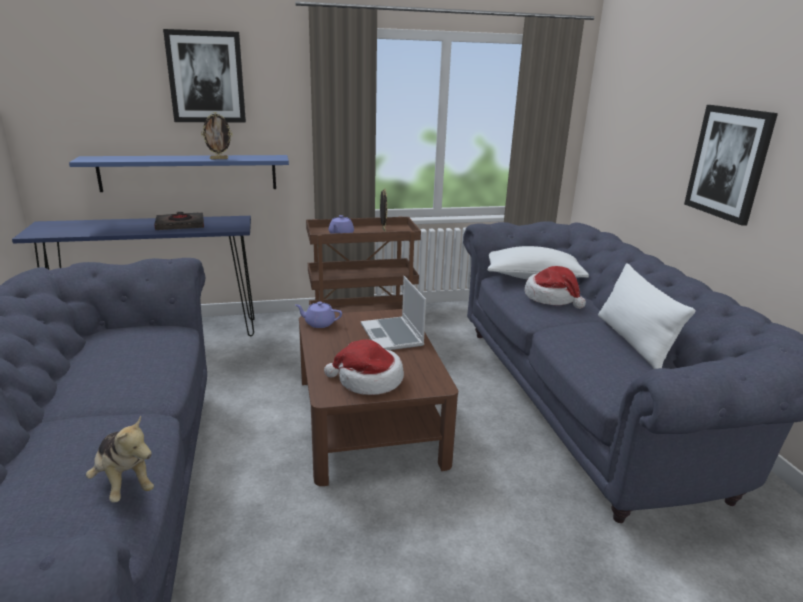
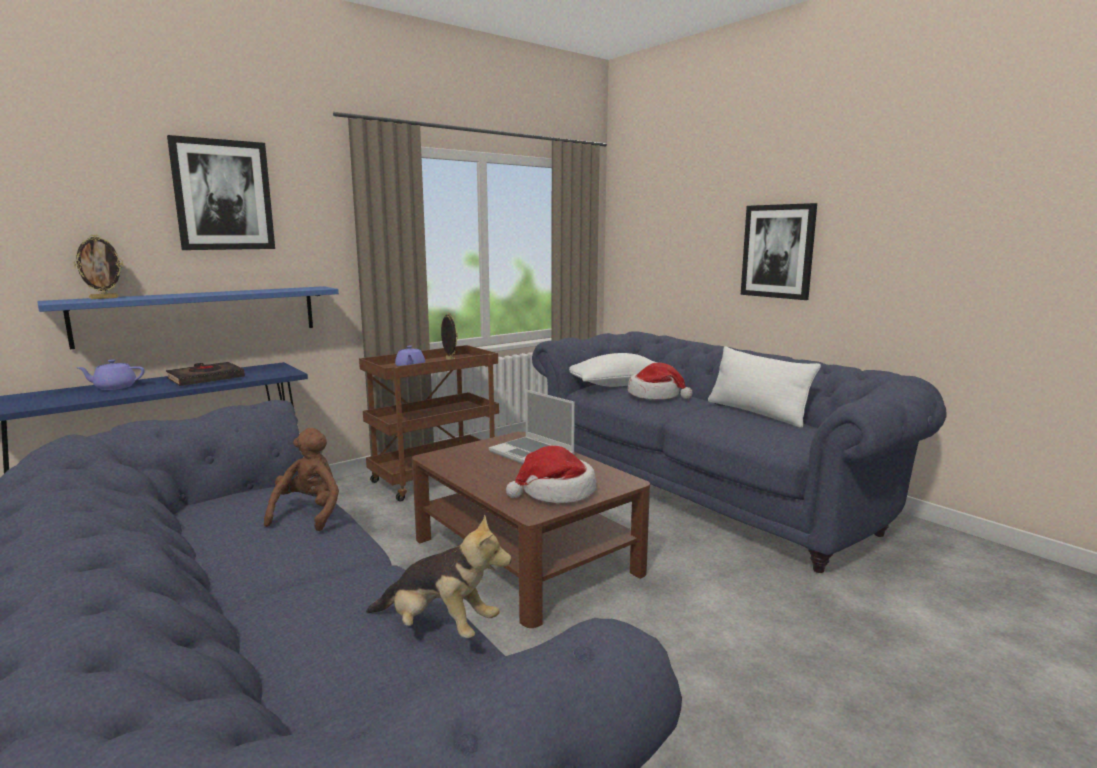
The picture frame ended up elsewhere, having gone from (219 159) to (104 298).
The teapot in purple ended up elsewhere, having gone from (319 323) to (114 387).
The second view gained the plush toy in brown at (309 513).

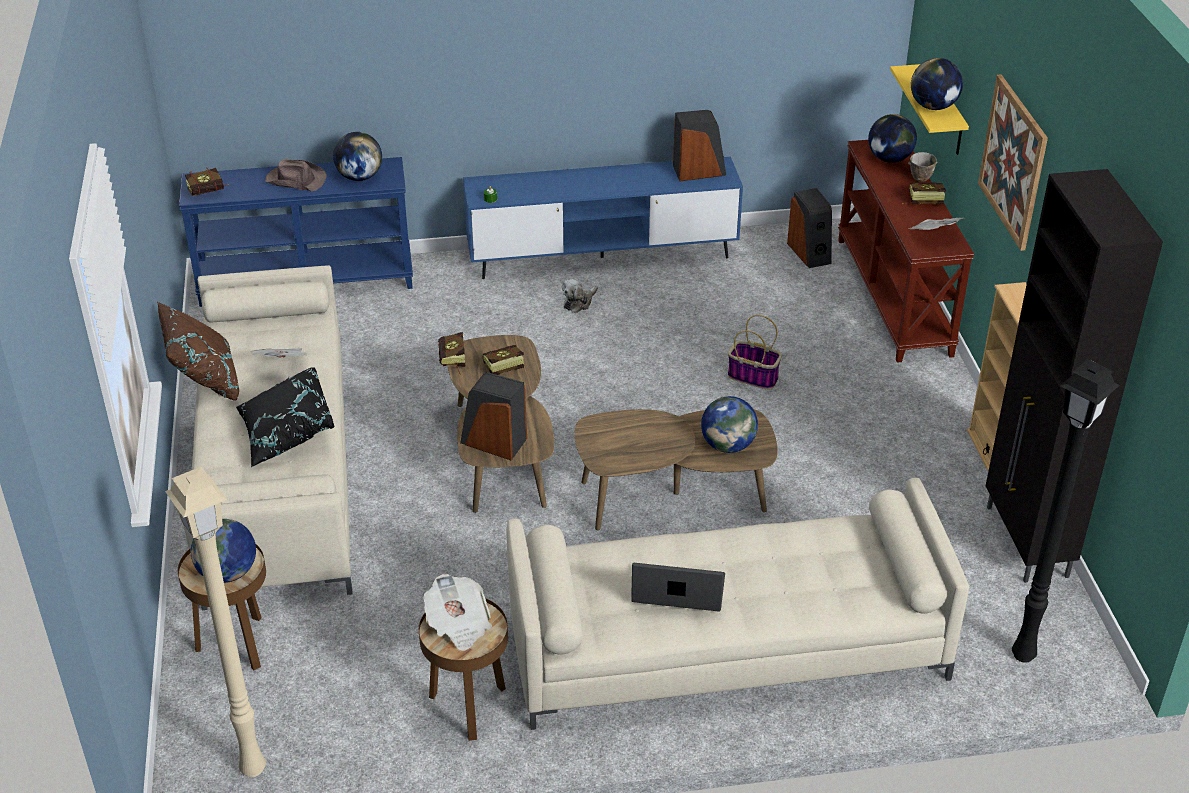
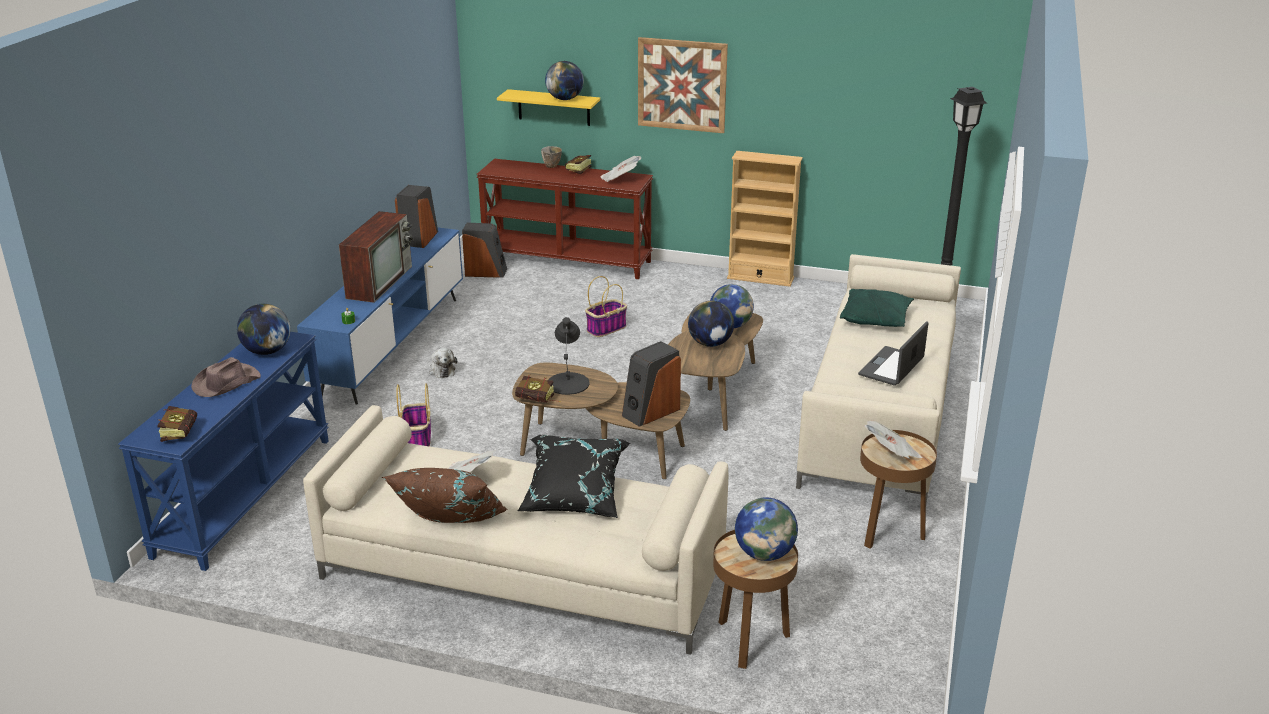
The second view gained the television at (379 281).
The second view gained the basket at (416 439).
Where the book stood at (499 369), the table lamp in black came to stand at (568 383).
The globe ended up elsewhere, having gone from (889 159) to (710 343).
The second view gained the pillow in green at (875 319).
The second view lost the floor lamp in beige at (250 768).
The second view lost the cabinet in black at (1026 542).

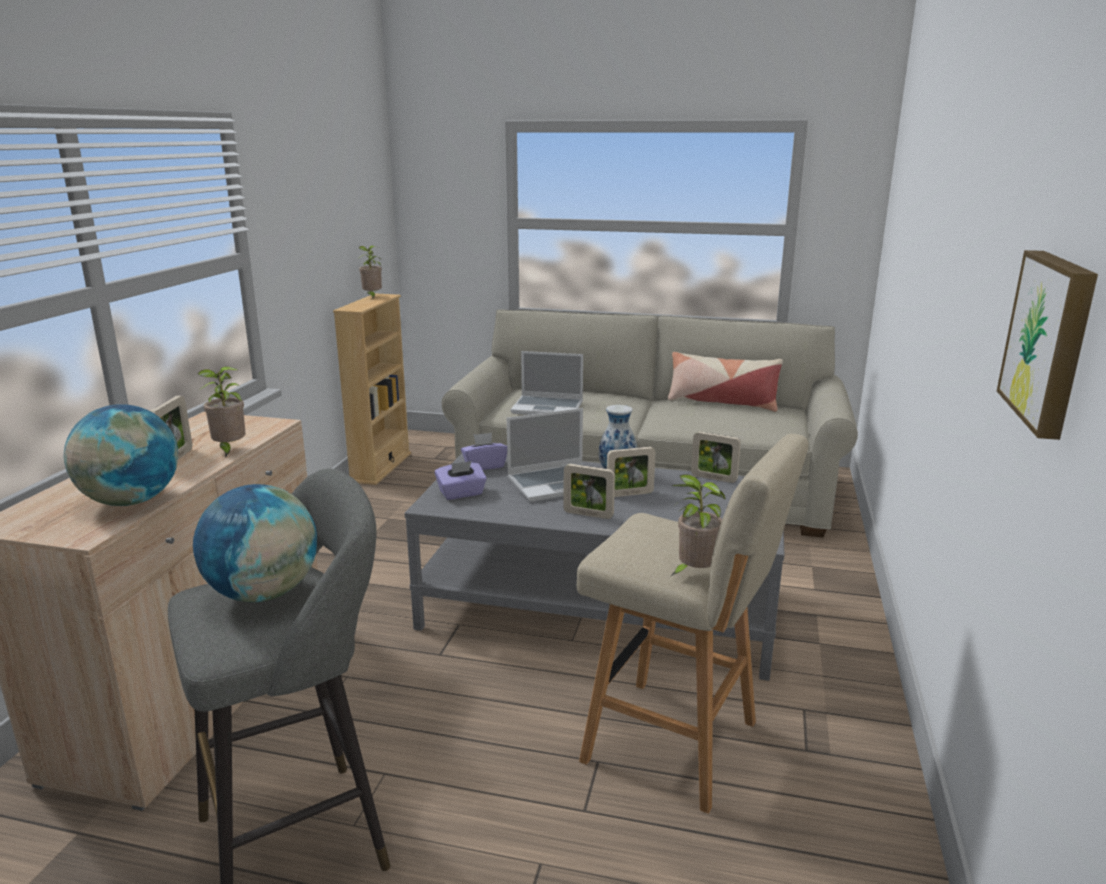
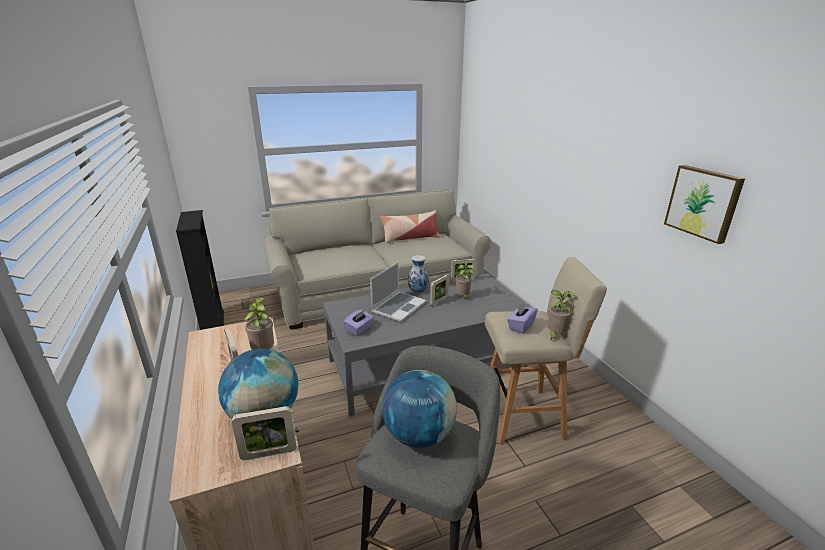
What was the bookcase in beige at (381 467) turned into the bookcase in black at (213 325).
The picture frame ended up elsewhere, having gone from (588 514) to (269 453).
The potted plant ended up elsewhere, having gone from (372 297) to (463 298).
The tissue box in purple ended up elsewhere, having gone from (484 466) to (520 326).
The second view lost the laptop at (548 408).

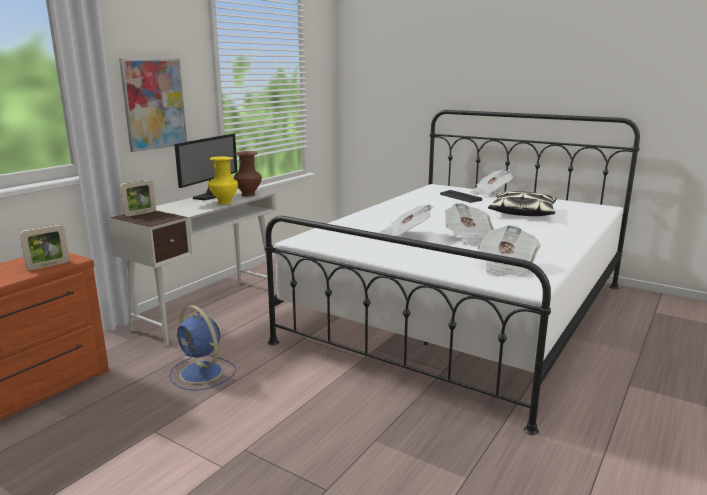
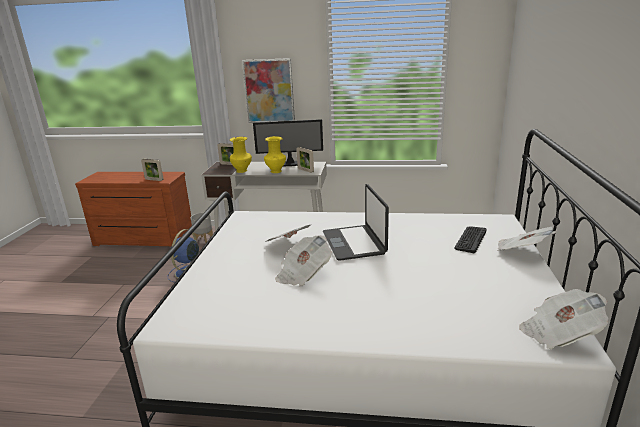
The second view gained the planter in grey at (204 240).
The second view gained the vase in yellow at (242 171).
Where the vase in brown stood at (249 195), the picture frame came to stand at (305 170).
The second view gained the laptop at (354 243).
The newspaper ended up elsewhere, having gone from (505 267) to (558 333).
The second view lost the pillow at (522 212).

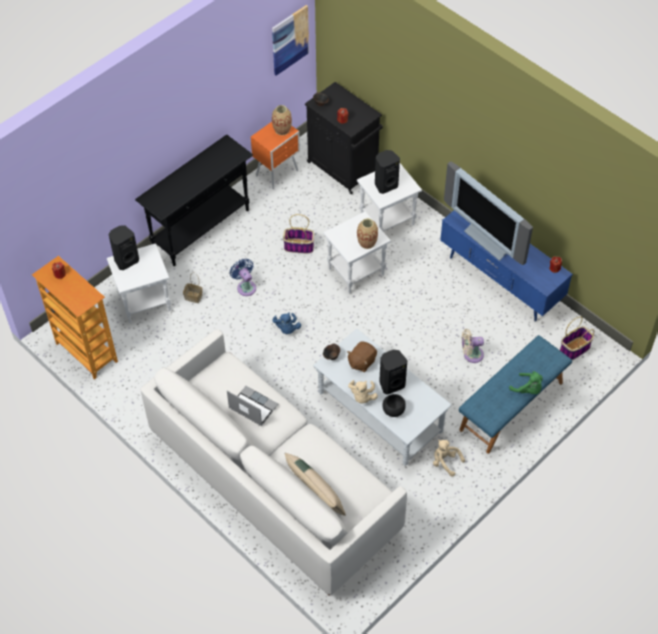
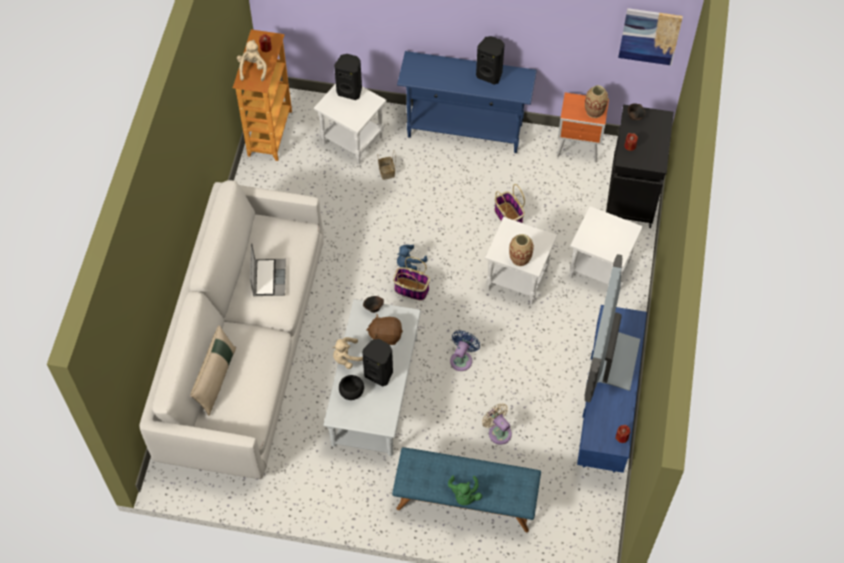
The plush toy in beige ended up elsewhere, having gone from (445 462) to (253 69).
The basket ended up elsewhere, having gone from (574 349) to (410 289).
What was the console table in black at (201 229) turned into the console table in blue at (465 131).
The fan in blue ended up elsewhere, having gone from (245 286) to (462 359).
The speaker in black ended up elsewhere, having gone from (385 185) to (490 74).

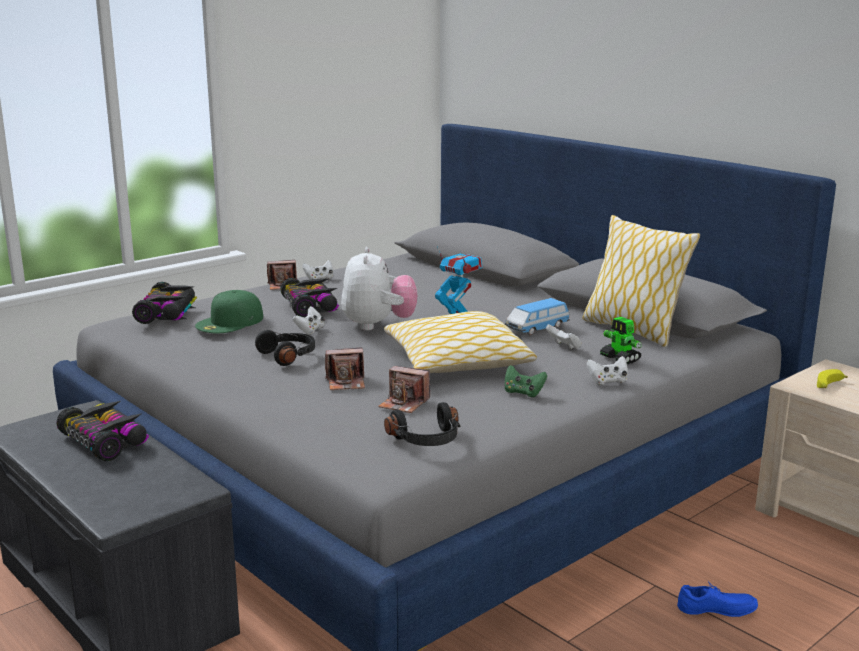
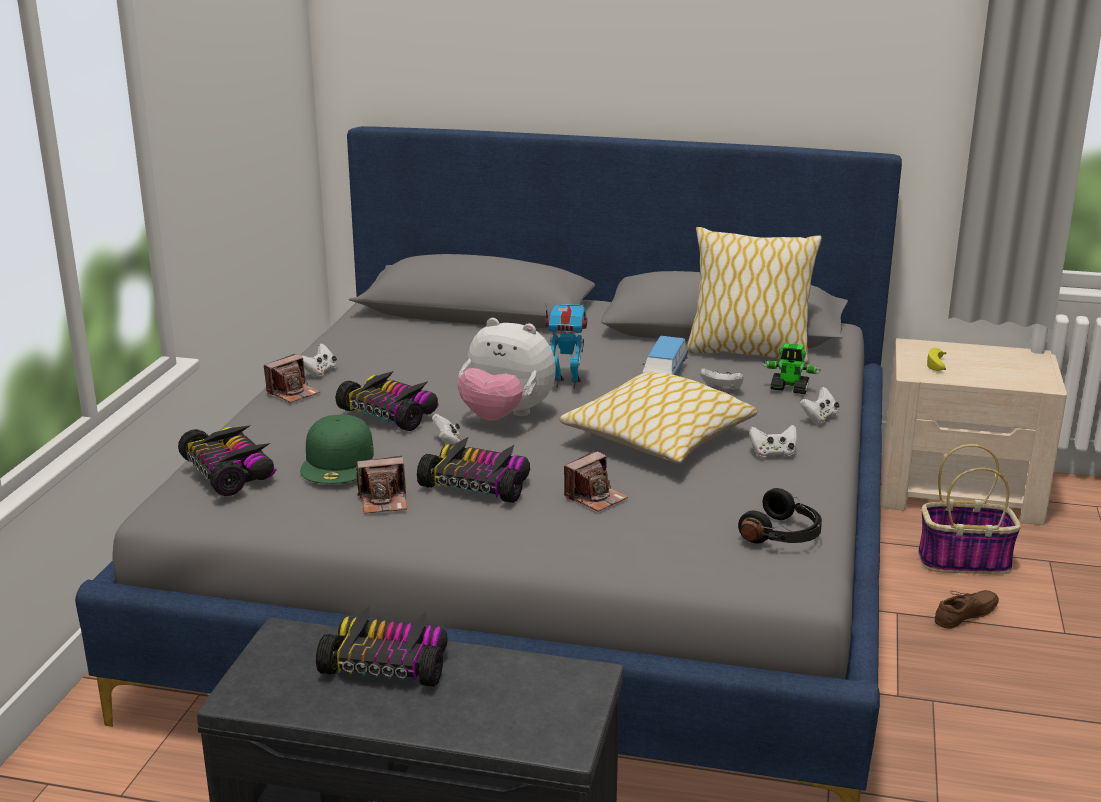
The photo camera ended up elsewhere, having gone from (404 404) to (384 501).
Where the headphones in black stood at (289 356), the toy car came to stand at (477 484).
The plush toy at (378 325) ended up facing another way, 150 degrees clockwise from before.
What was the game controller in green at (523 393) turned into the game controller in white at (773 453).
The second view gained the basket at (964 561).
What was the shoe in blue at (717 611) turned into the shoe in brown at (967 616).

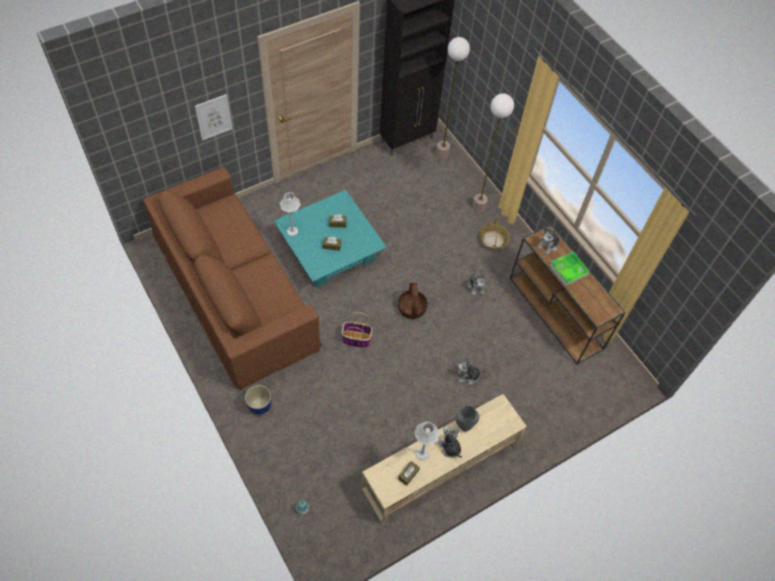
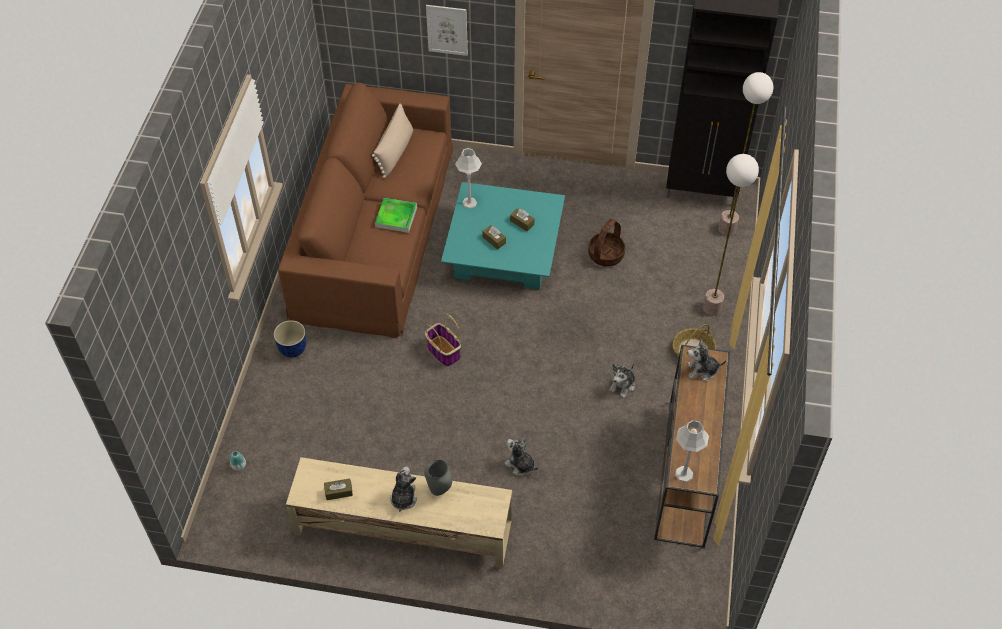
The second view gained the pillow in beige at (395 152).
The tray ended up elsewhere, having gone from (568 270) to (396 217).
The basket ended up elsewhere, having gone from (411 308) to (605 254).
The table lamp in grey ended up elsewhere, having gone from (422 453) to (684 474).

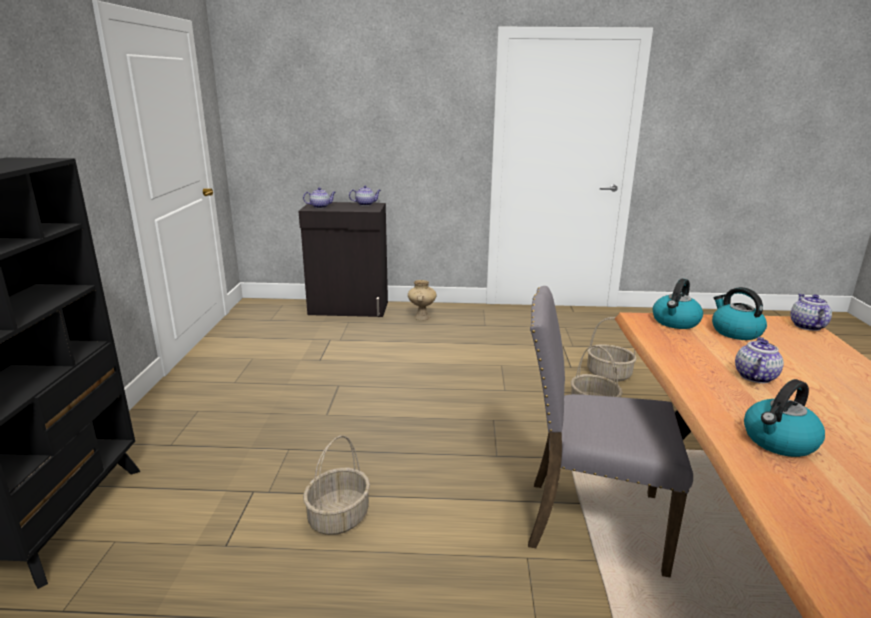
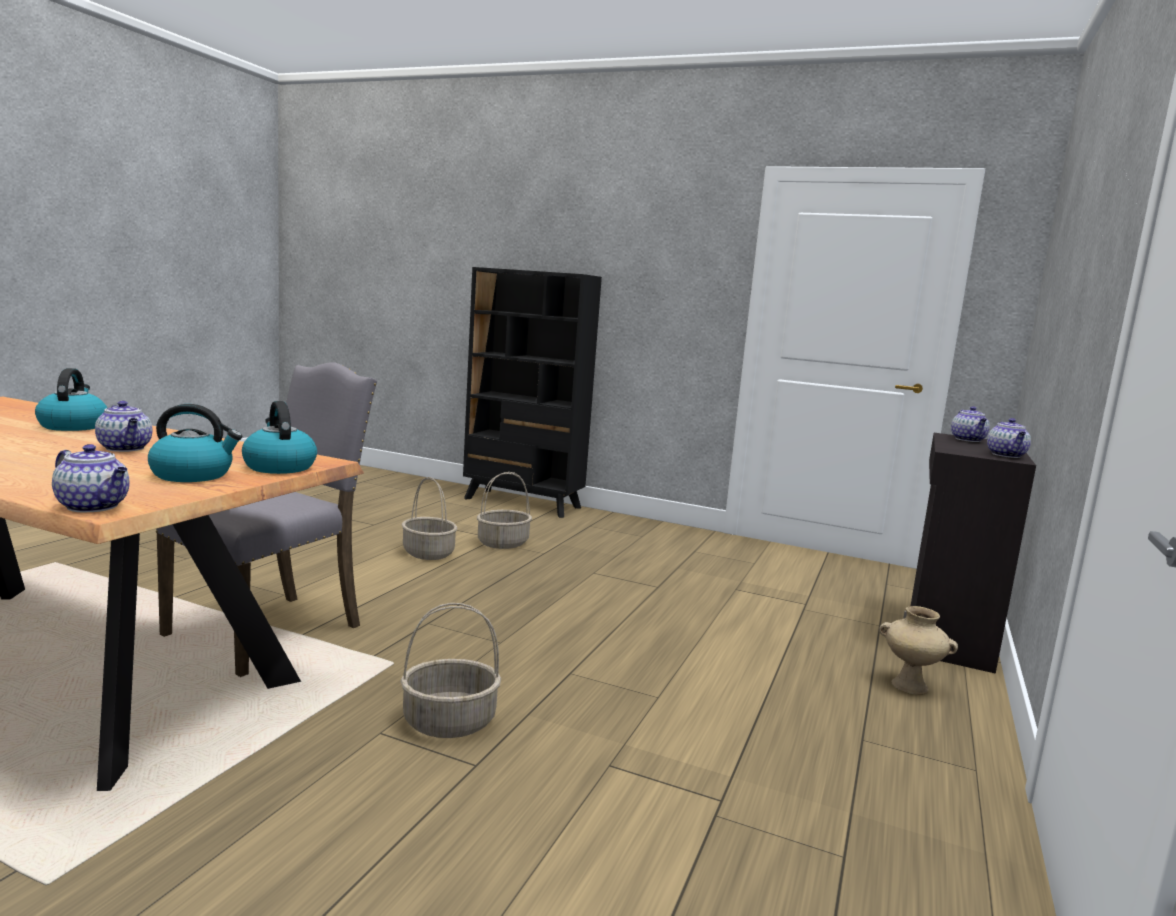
The basket ended up elsewhere, having gone from (609 374) to (502 543).

